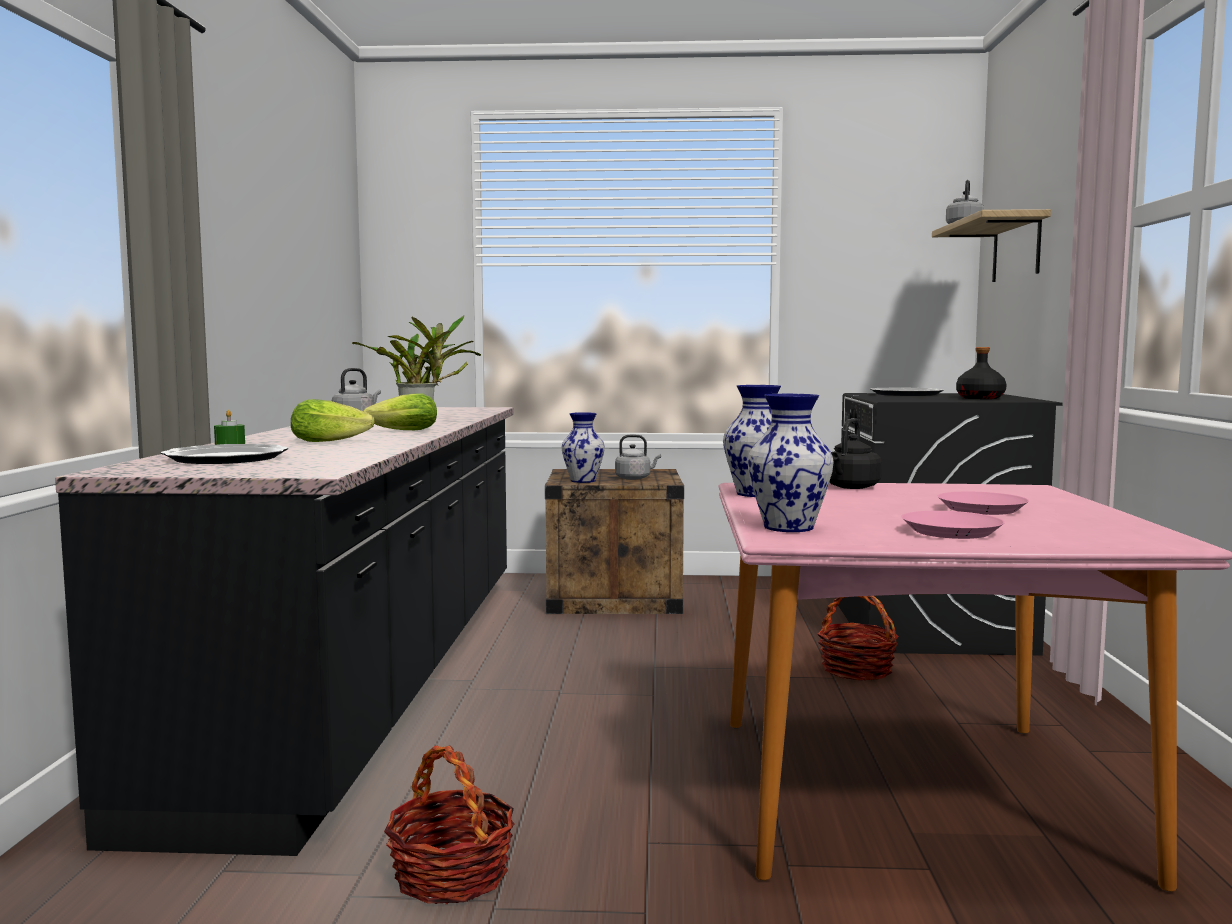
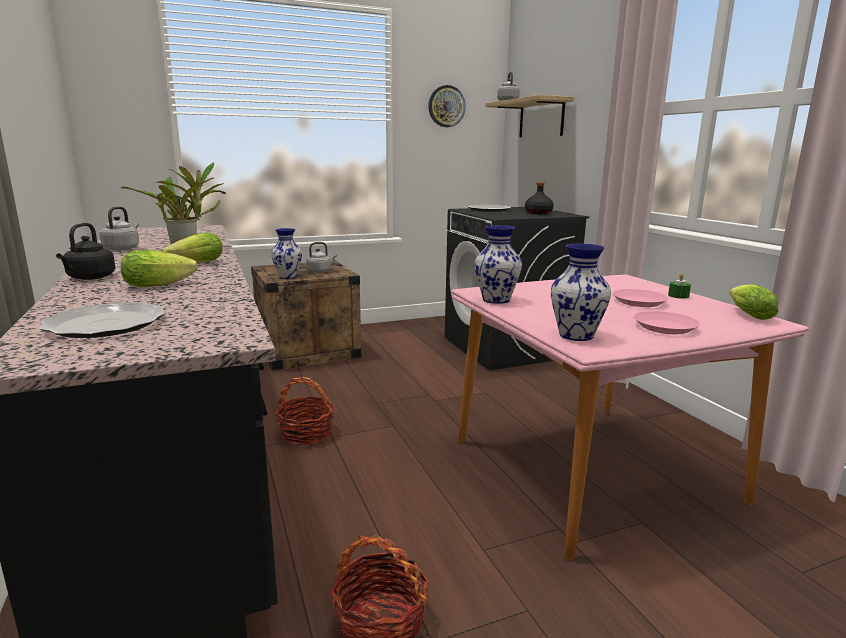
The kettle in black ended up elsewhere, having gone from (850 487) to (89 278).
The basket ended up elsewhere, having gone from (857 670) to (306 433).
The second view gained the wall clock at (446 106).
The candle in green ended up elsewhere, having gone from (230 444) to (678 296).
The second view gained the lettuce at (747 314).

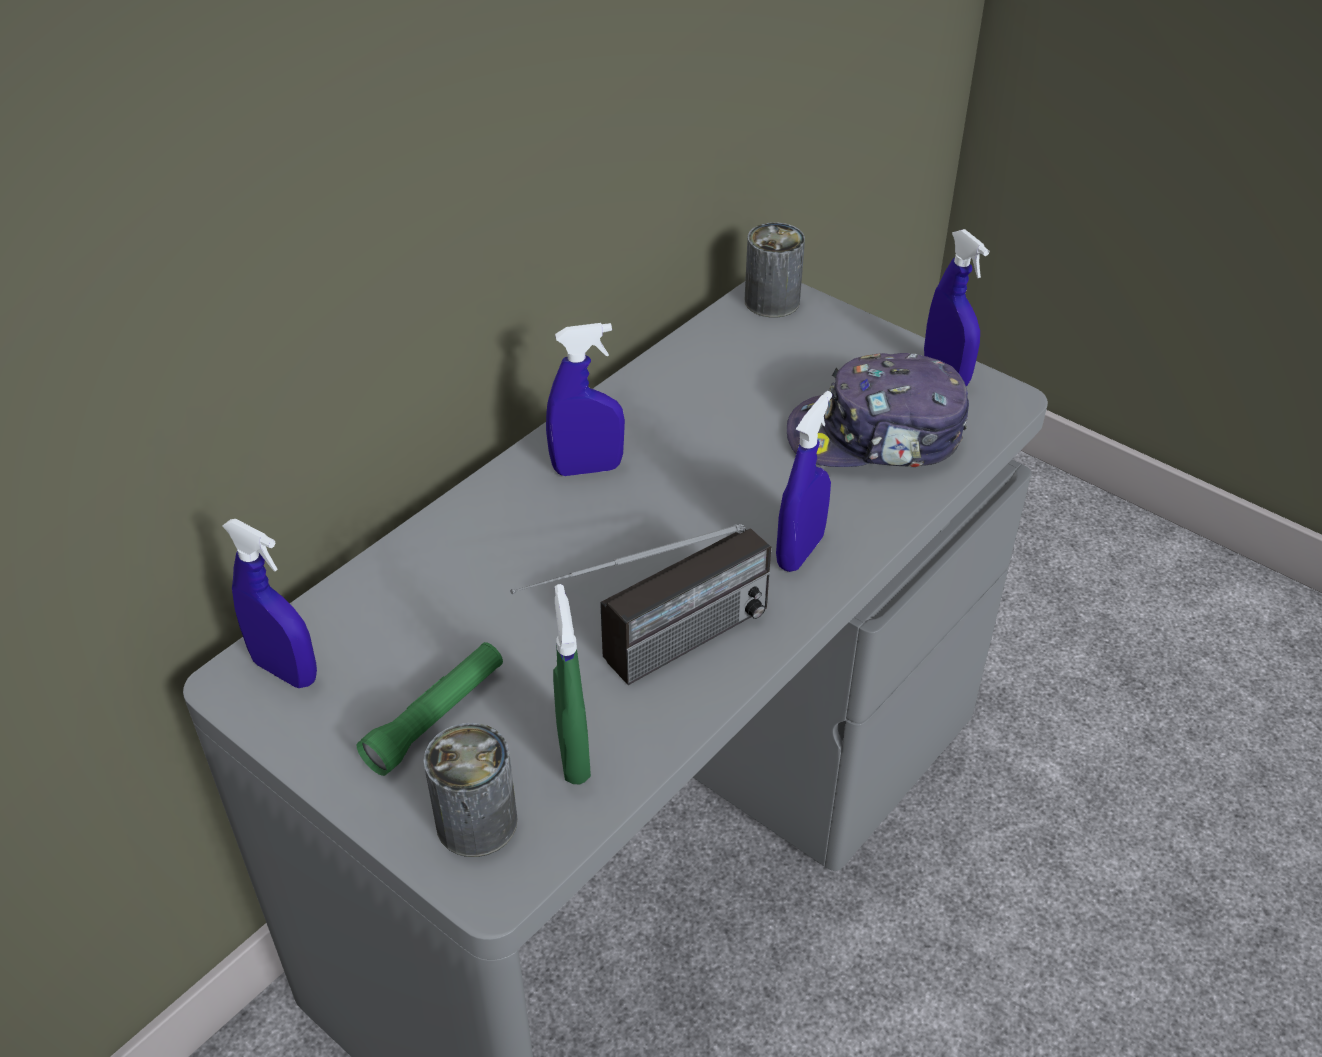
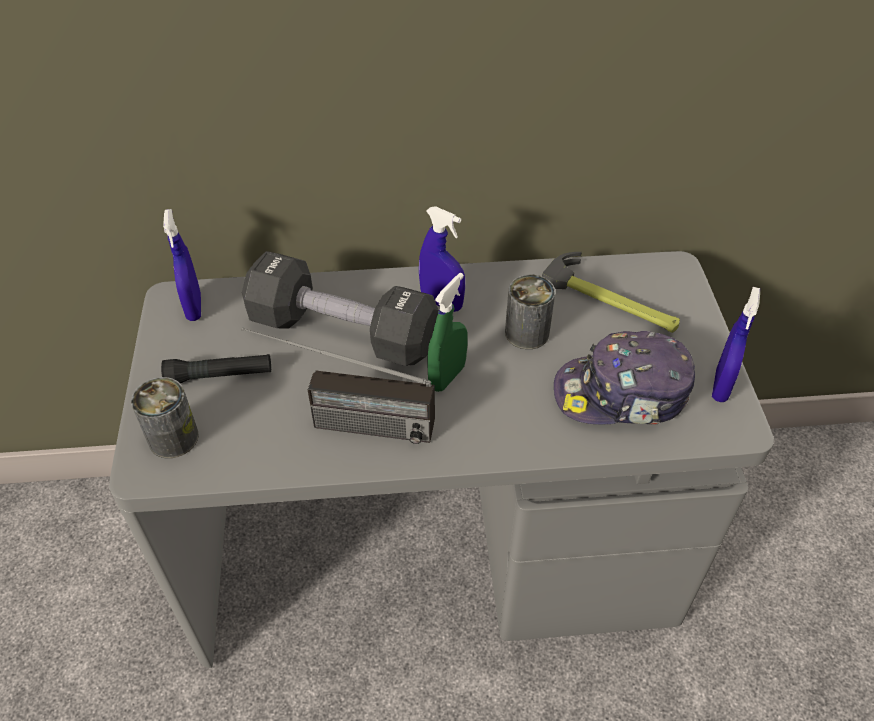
What was the flashlight in green at (436 717) turned into the flashlight in black at (220 376).
The second view gained the dumbbell in black at (343 332).
The spray bottle in green ended up elsewhere, having gone from (573 754) to (447 377).
The can ended up elsewhere, having gone from (772 301) to (527 332).
The second view gained the hammer at (609 303).
The cap at (877 437) ended up facing another way, 45 degrees counterclockwise from before.
The second view lost the spray bottle in blue at (800 551).

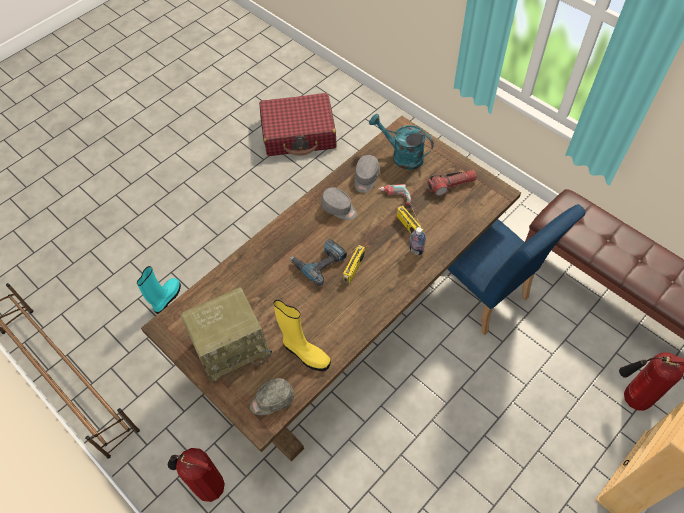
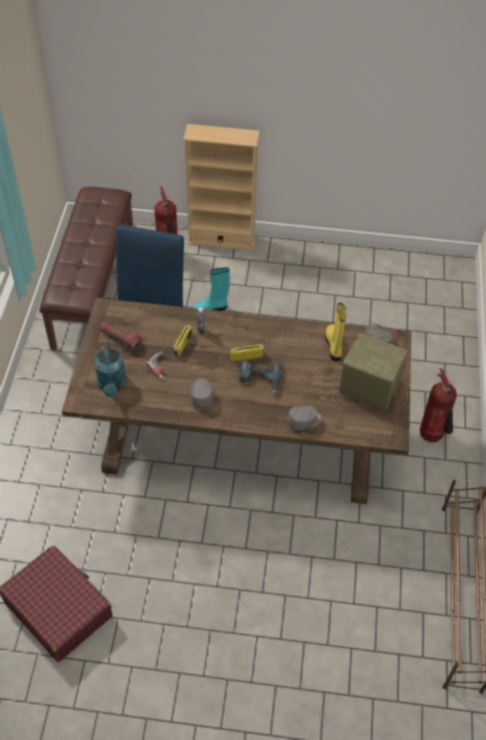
The boot in turquoise ended up elsewhere, having gone from (167 298) to (211 309).
The cap in grey ended up elsewhere, having gone from (366 178) to (304 421).

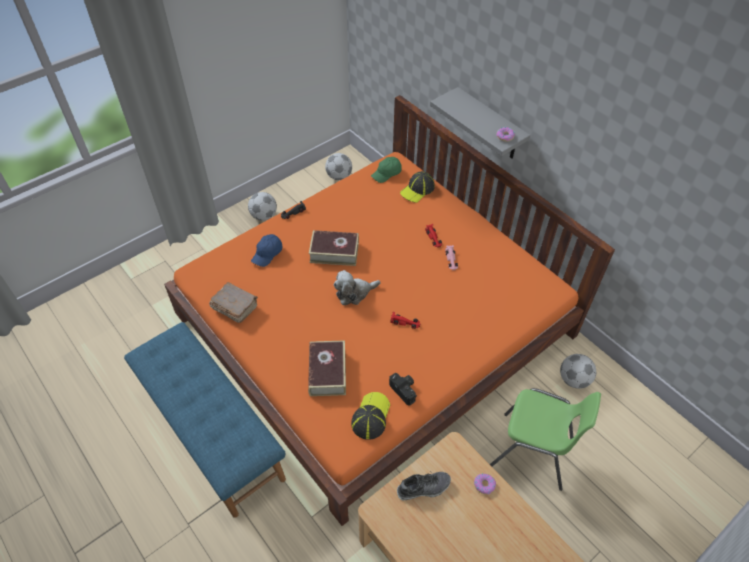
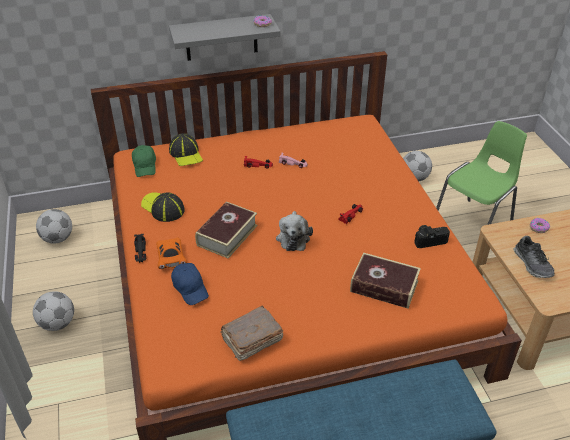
The cap ended up elsewhere, having gone from (370 416) to (163 208).
The second view gained the toy car in orange at (171 258).
The shoe at (423 488) ended up facing another way, 150 degrees clockwise from before.

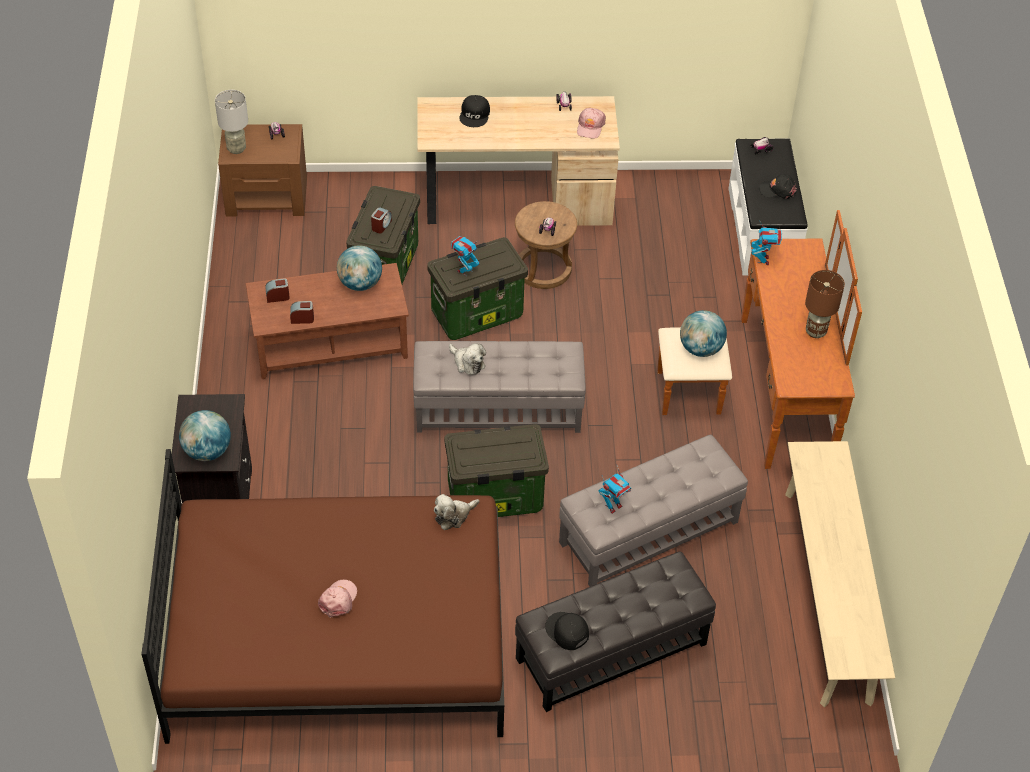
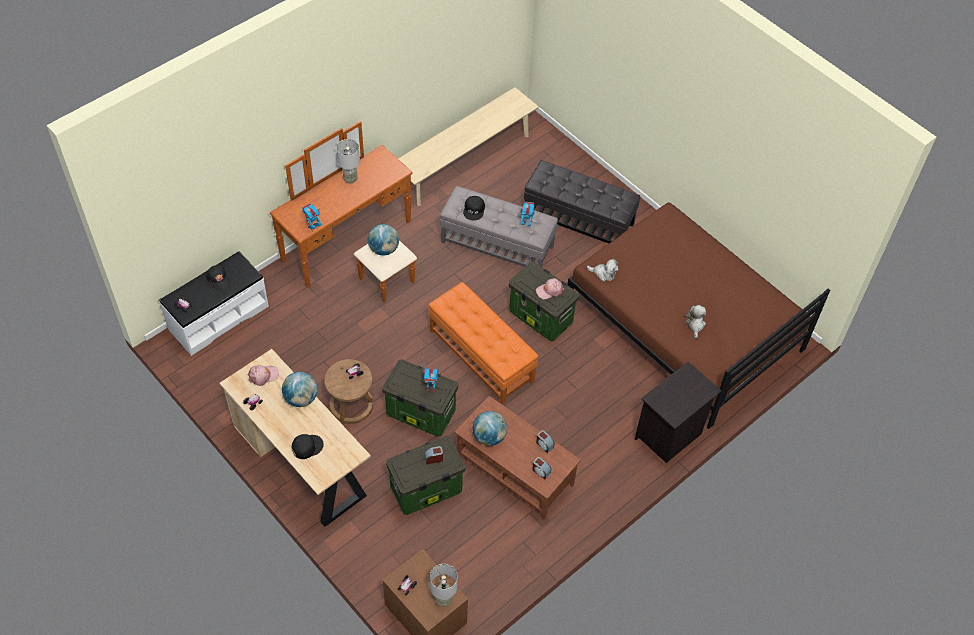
The globe ended up elsewhere, having gone from (207 451) to (301 398).
What was the table lamp in brown at (816 332) turned into the table lamp in grey at (350 179).
What was the ottoman in grey at (498 408) turned into the ottoman in orange at (481 355).
The cap in black ended up elsewhere, having gone from (566 632) to (474 210).
The cap in pink ended up elsewhere, having gone from (338 600) to (549 290).
The plush toy ended up elsewhere, having gone from (467 363) to (695 325).

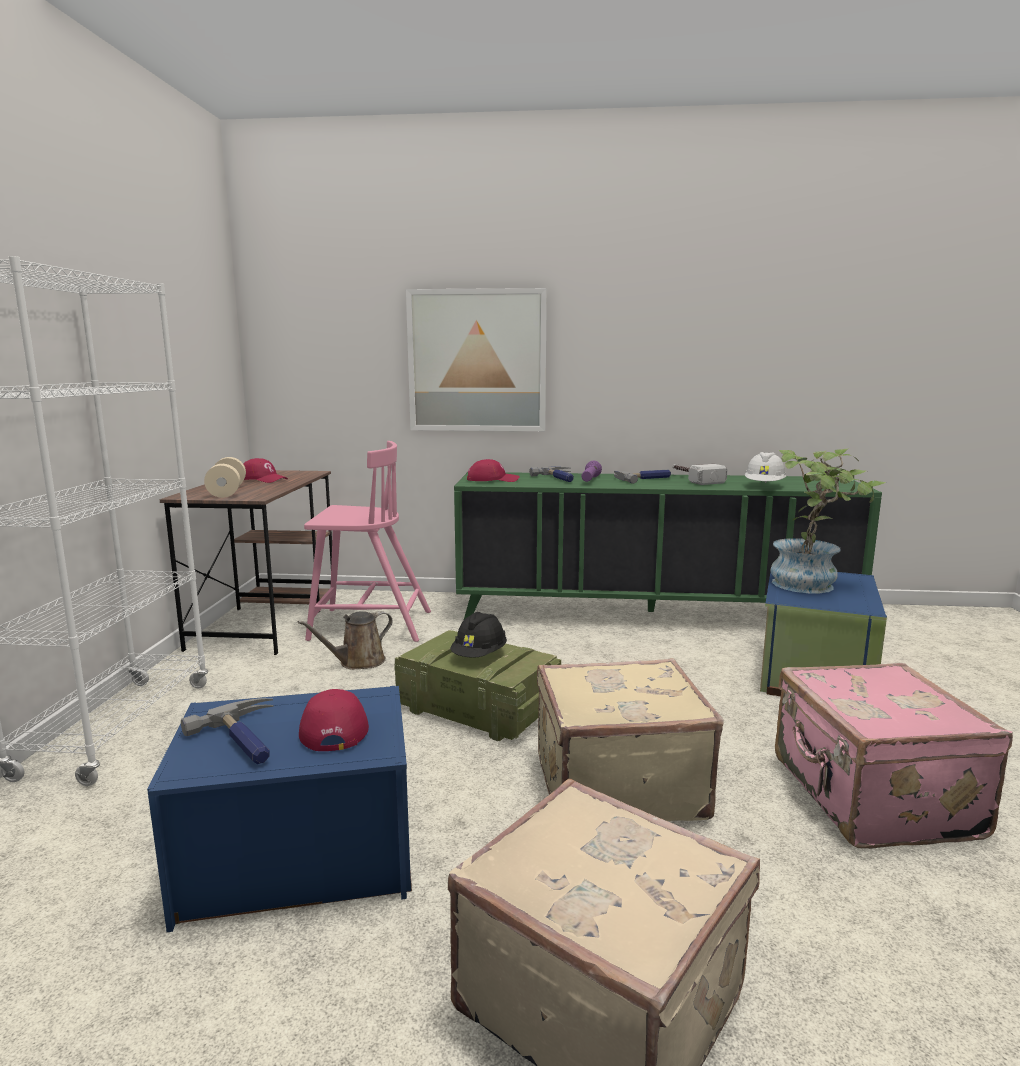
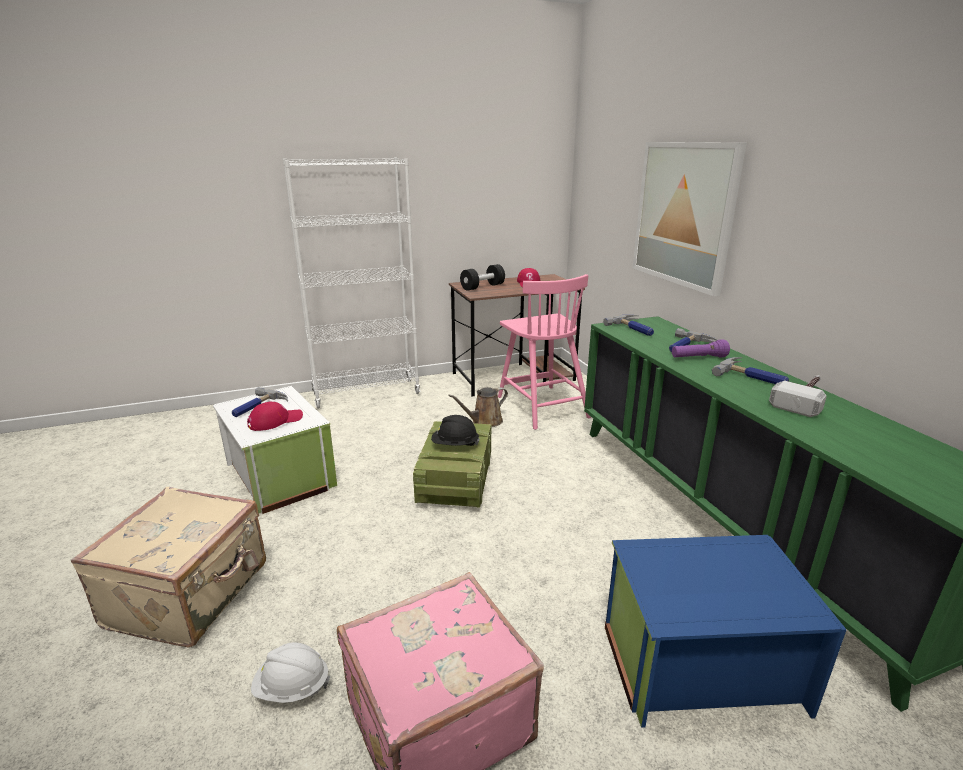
What was the storage box in blue at (300 860) turned into the storage box in white at (279 476).
The hard hat in white ended up elsewhere, having gone from (764 486) to (292 688).
The watering can in brown at (358 662) ended up facing another way, 60 degrees counterclockwise from before.
What was the dumbbell in beige at (227 492) turned into the dumbbell in black at (482 287).
Where the cap in red stood at (492 480), the hammer came to stand at (634 329).
The second view lost the suitcase in beige at (616 784).
The second view lost the potted plant at (812 584).

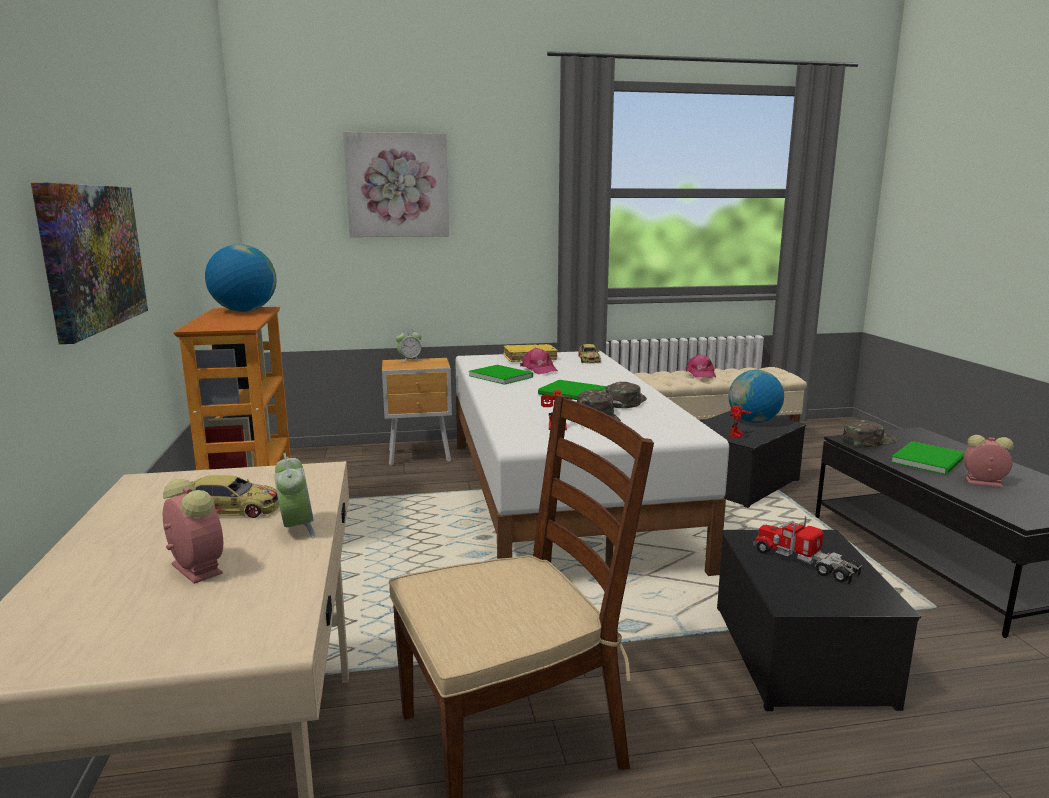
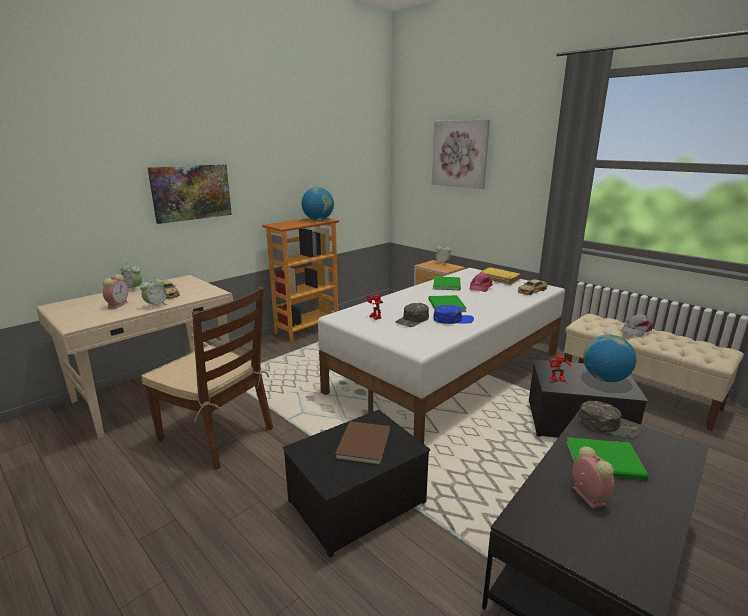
The second view gained the alarm clock at (133 289).
Where the toy truck stood at (805 562), the book in brown came to stand at (361 445).
What was the cap in green at (625 402) turned into the cap in blue at (453 319).
What was the cap in pink at (700 373) turned into the cap in grey at (635 330).

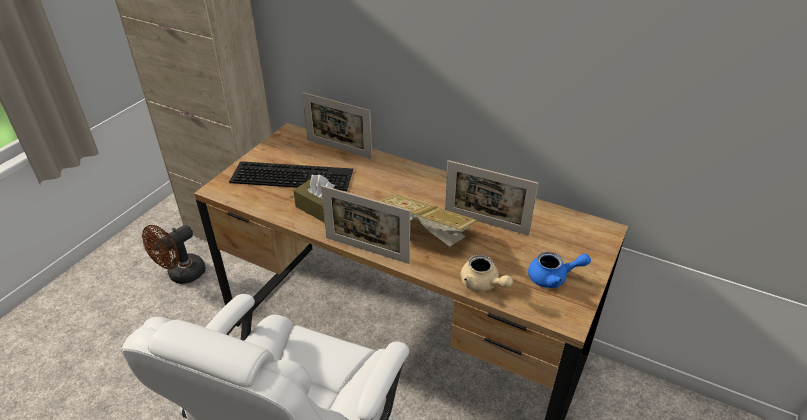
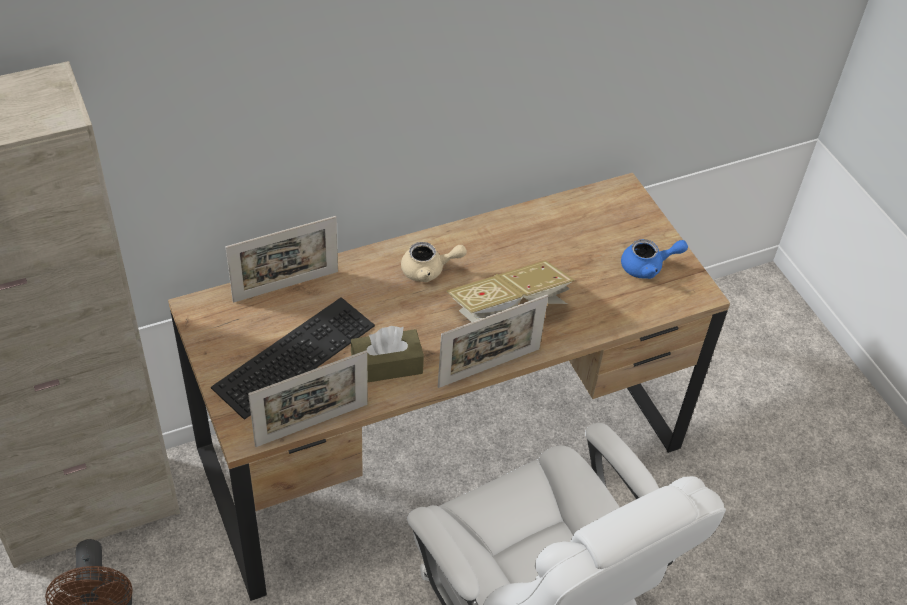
The picture frame ended up elsewhere, having gone from (486 223) to (312 425).
The teapot in beige ended up elsewhere, having gone from (482 284) to (429 270).
The teapot in blue at (553 278) ended up facing another way, 45 degrees clockwise from before.

